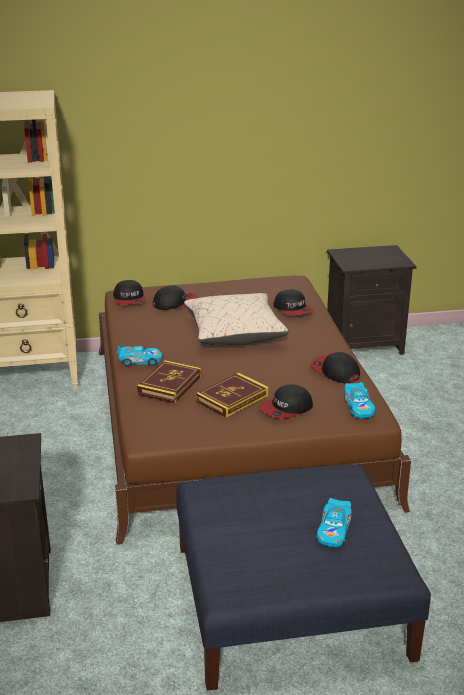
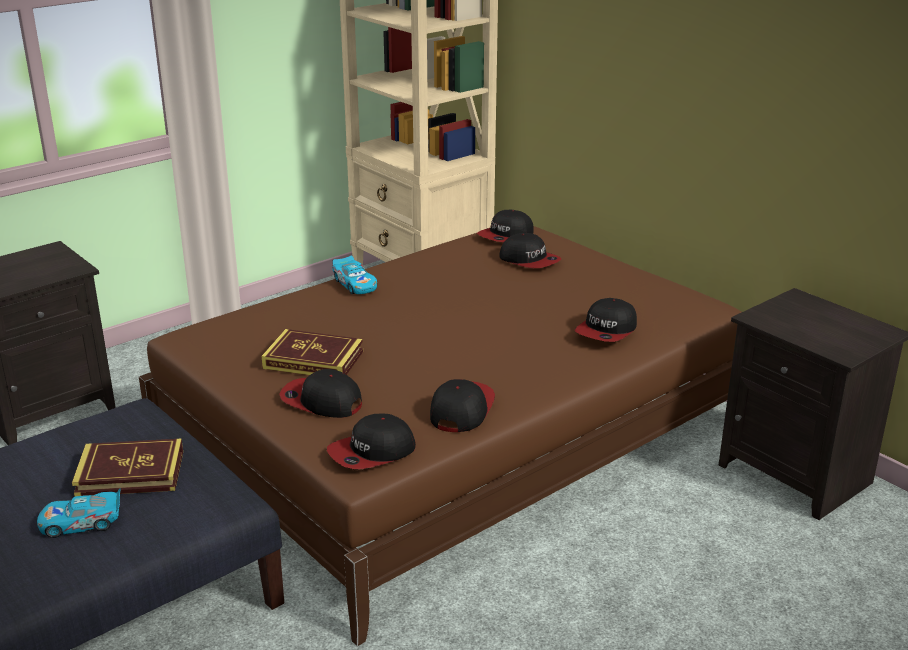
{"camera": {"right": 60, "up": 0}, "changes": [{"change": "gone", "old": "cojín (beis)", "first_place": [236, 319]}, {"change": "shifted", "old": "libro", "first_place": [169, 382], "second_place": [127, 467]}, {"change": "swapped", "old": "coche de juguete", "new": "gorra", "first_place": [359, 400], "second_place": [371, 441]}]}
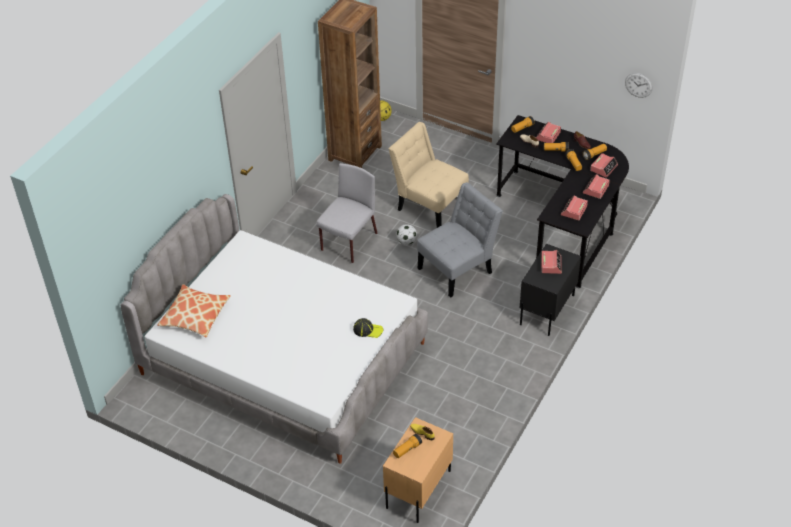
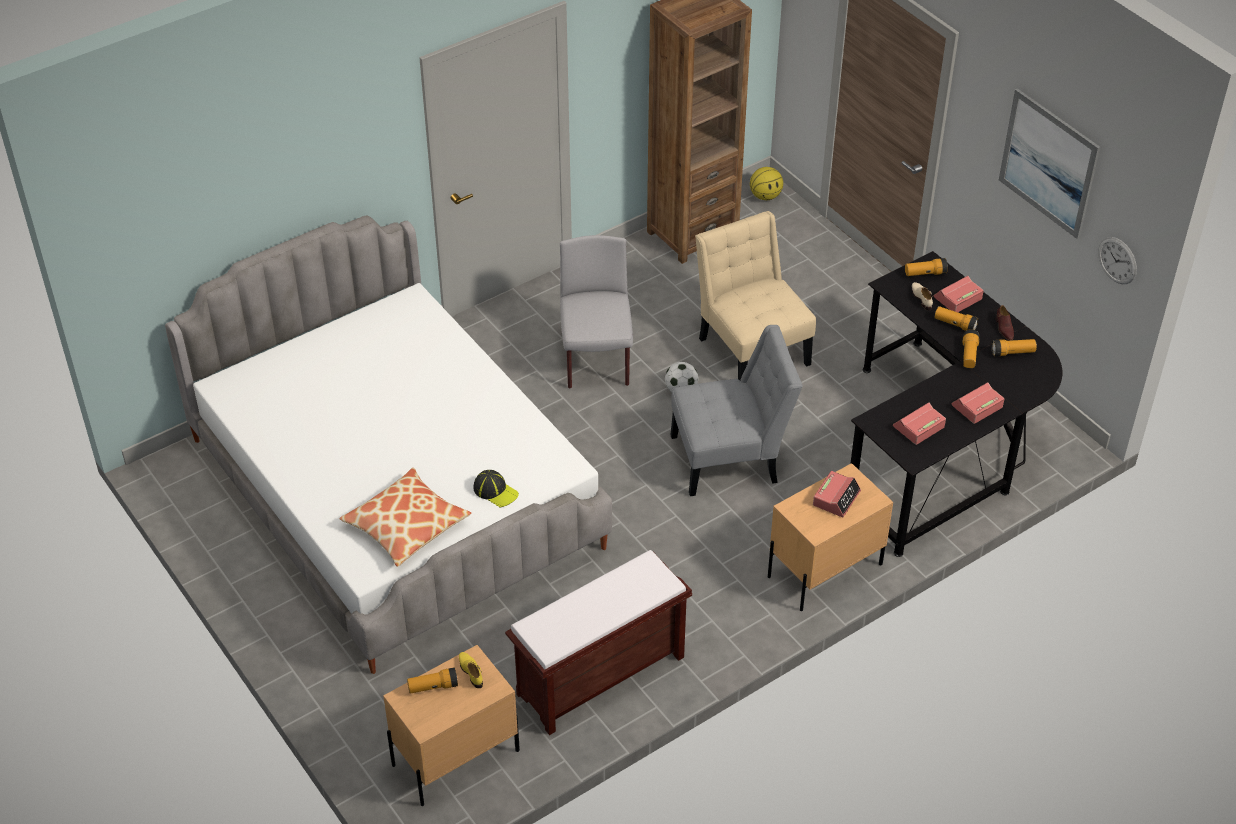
{"camera": {"right": 25, "up": 0}, "changes": [{"change": "gone", "old": "despertador", "first_place": [604, 165]}, {"change": "new", "new": "banco (marrón)", "second_place": [598, 642]}, {"change": "new", "new": "cuadro", "second_place": [1049, 163]}, {"change": "shifted", "old": "cojín", "first_place": [194, 310], "second_place": [406, 517]}, {"change": "repainted", "old": "mesita de noche (negro)", "new": "mesita de noche (beis)", "first_place": [550, 290], "second_place": [830, 537]}, {"change": "rotated", "old": "silla (gris)", "first_place": [346, 213], "second_place": [596, 312], "degrees": -60}]}
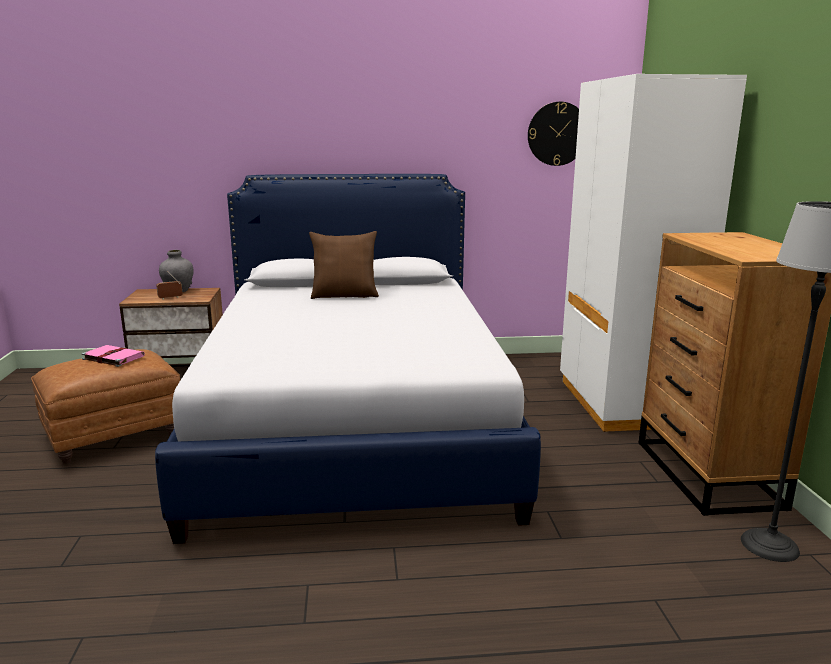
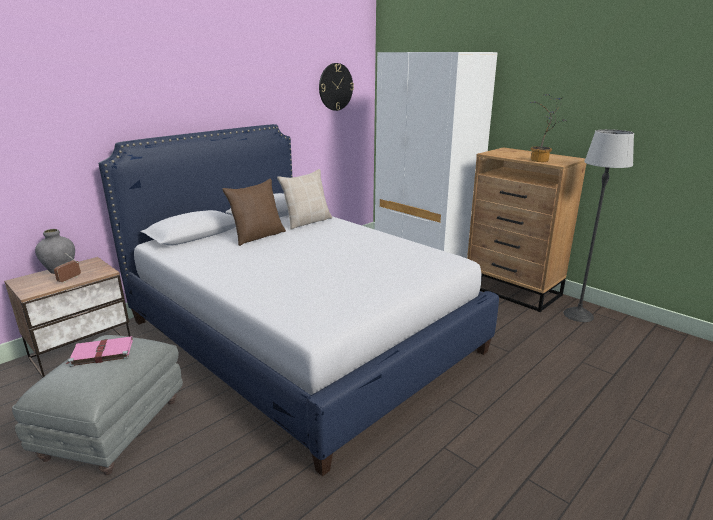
{"camera": {"right": -40, "up": 5}, "changes": [{"change": "new", "new": "cojín (beis)", "second_place": [304, 199]}, {"change": "new", "new": "planta en maceta", "second_place": [549, 128]}, {"change": "repainted", "old": "puf (marrón)", "new": "puf (gris)", "first_place": [105, 406], "second_place": [97, 405]}]}
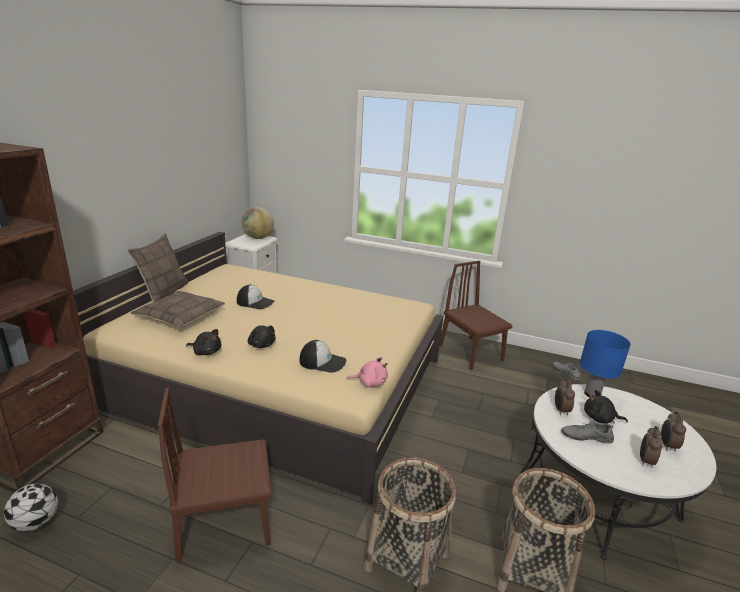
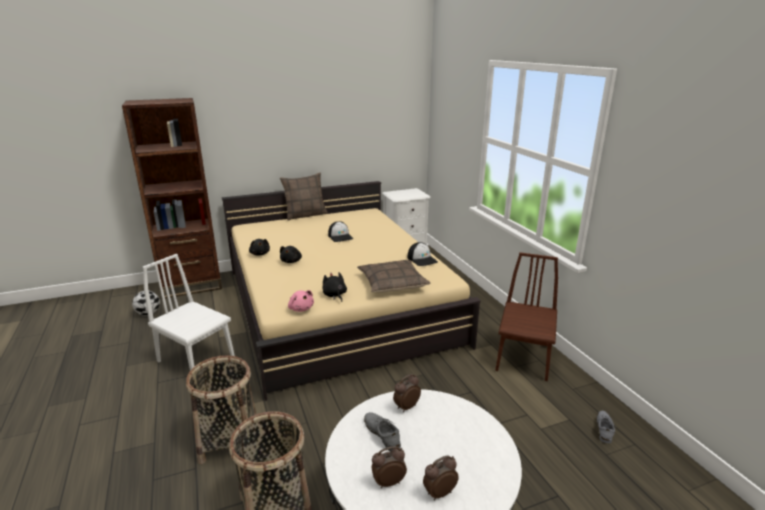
{"camera": {"right": 50, "up": 0}, "changes": [{"change": "gone", "old": "globo terráqueo", "first_place": [258, 223]}, {"change": "gone", "old": "lámpara de mesa (azul)", "first_place": [605, 363]}, {"change": "shifted", "old": "cojín", "first_place": [178, 309], "second_place": [393, 276]}, {"change": "shifted", "old": "gorra", "first_place": [322, 356], "second_place": [423, 254]}, {"change": "shifted", "old": "peluche (negro)", "first_place": [606, 407], "second_place": [334, 287]}, {"change": "repainted", "old": "silla (marrón)", "new": "silla (blanco)", "first_place": [215, 475], "second_place": [189, 312]}]}
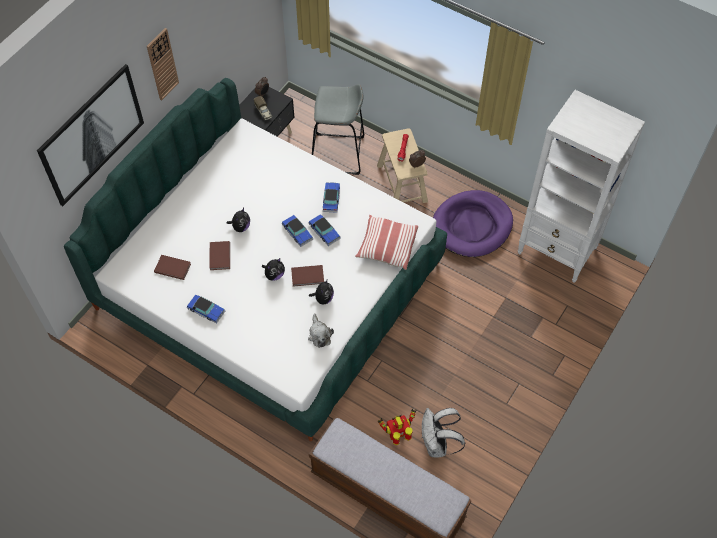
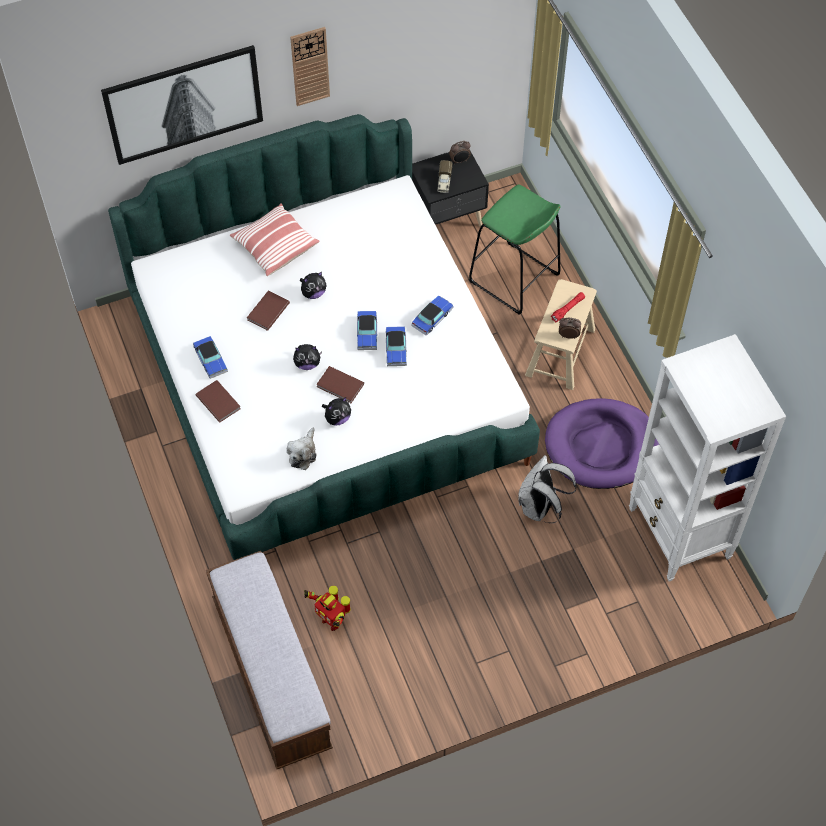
{"camera": {"right": 35, "up": 0}, "changes": [{"change": "shifted", "old": "libro (marrón)", "first_place": [172, 267], "second_place": [218, 401]}, {"change": "shifted", "old": "cojín", "first_place": [386, 242], "second_place": [274, 239]}, {"change": "shifted", "old": "mochila (blanco)", "first_place": [443, 432], "second_place": [547, 489]}, {"change": "repainted", "old": "taburete (gris)", "new": "taburete (verde)", "first_place": [338, 129], "second_place": [515, 249]}, {"change": "rotated", "old": "robot de juguete", "first_place": [397, 426], "second_place": [327, 608], "degrees": -150}]}
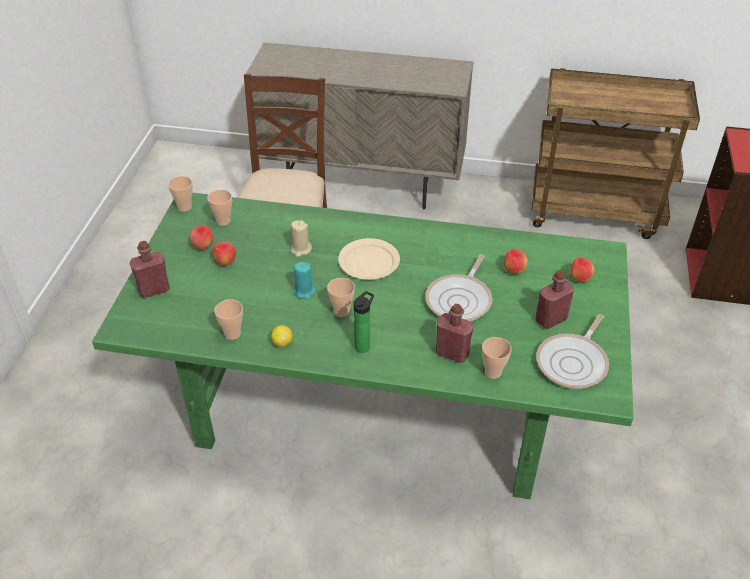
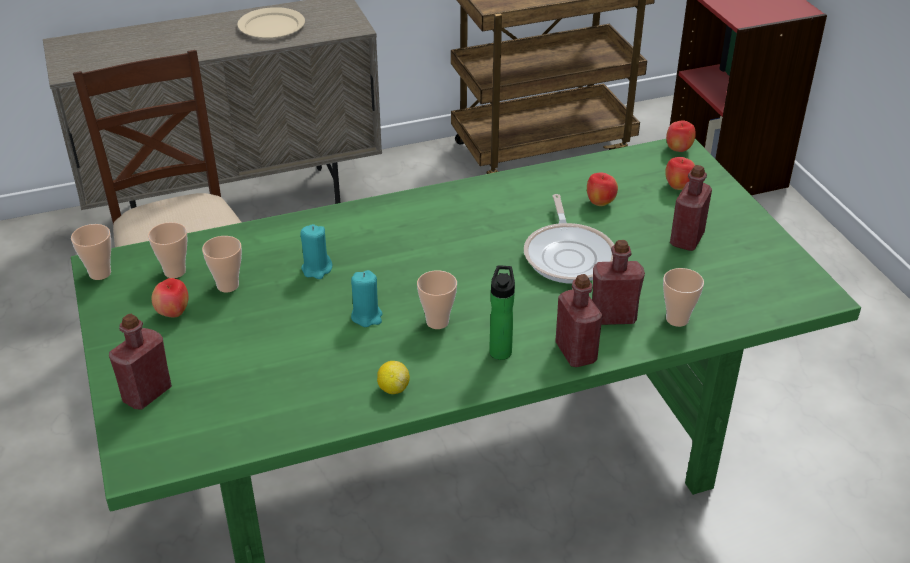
{"camera": {"right": -30, "up": -5}, "changes": [{"change": "gone", "old": "sartén", "first_place": [572, 351]}, {"change": "new", "new": "botella (rojo)", "second_place": [578, 320]}, {"change": "shifted", "old": "manzana", "first_place": [224, 254], "second_place": [681, 136]}, {"change": "shifted", "old": "taza", "first_place": [228, 320], "second_place": [222, 264]}, {"change": "shifted", "old": "plato (beis)", "first_place": [369, 259], "second_place": [271, 23]}, {"change": "repainted", "old": "vela (beis)", "new": "vela (turquesa)", "first_place": [301, 239], "second_place": [316, 251]}]}
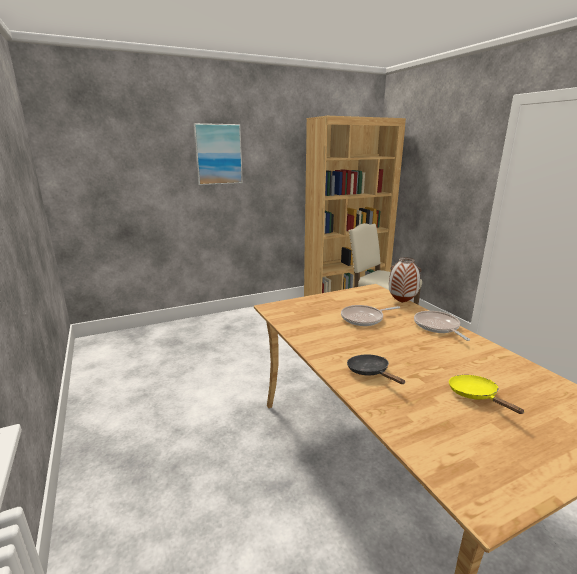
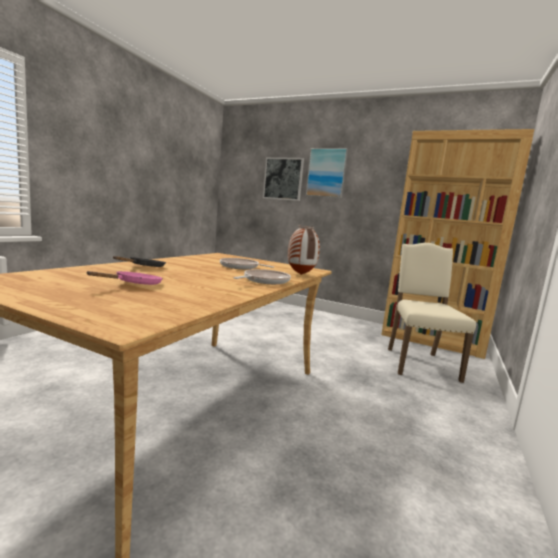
{"camera": {"right": 50, "up": -10}, "changes": [{"change": "new", "new": "cuadro", "second_place": [283, 179]}, {"change": "repainted", "old": "sartén (amarillo)", "new": "sartén (rosa)", "first_place": [486, 394], "second_place": [124, 278]}]}
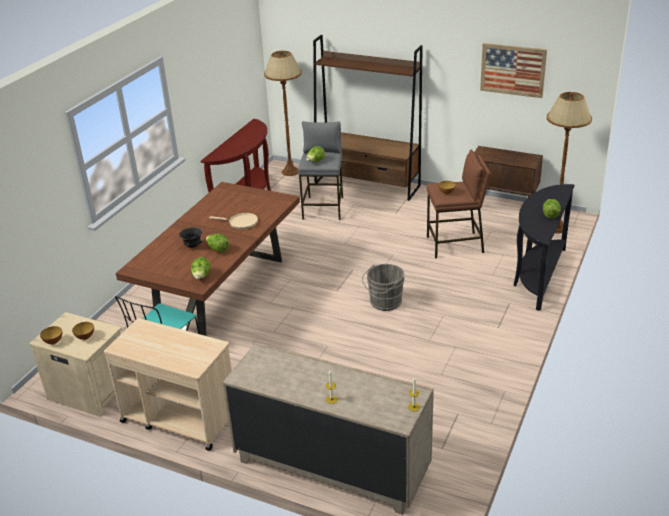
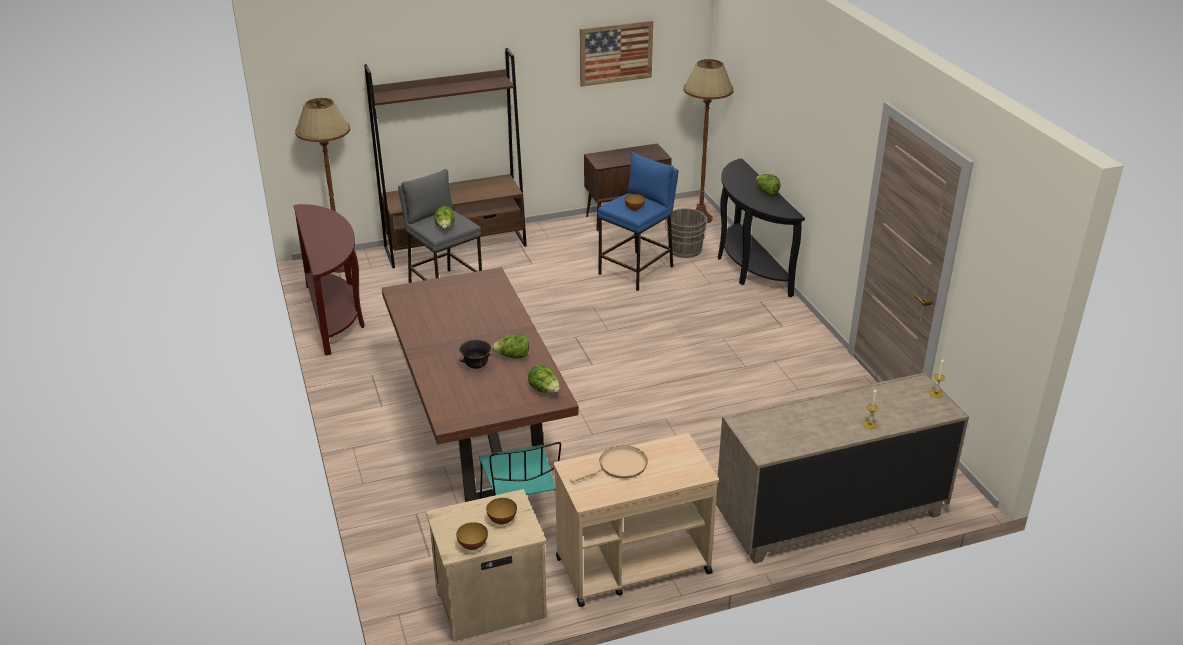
{"camera": {"right": -45, "up": 0}, "changes": [{"change": "shifted", "old": "sartén (beis)", "first_place": [233, 221], "second_place": [609, 464]}, {"change": "shifted", "old": "cubo (gris)", "first_place": [383, 287], "second_place": [686, 233]}, {"change": "repainted", "old": "taburete (marrón)", "new": "taburete (azul)", "first_place": [459, 203], "second_place": [638, 221]}]}
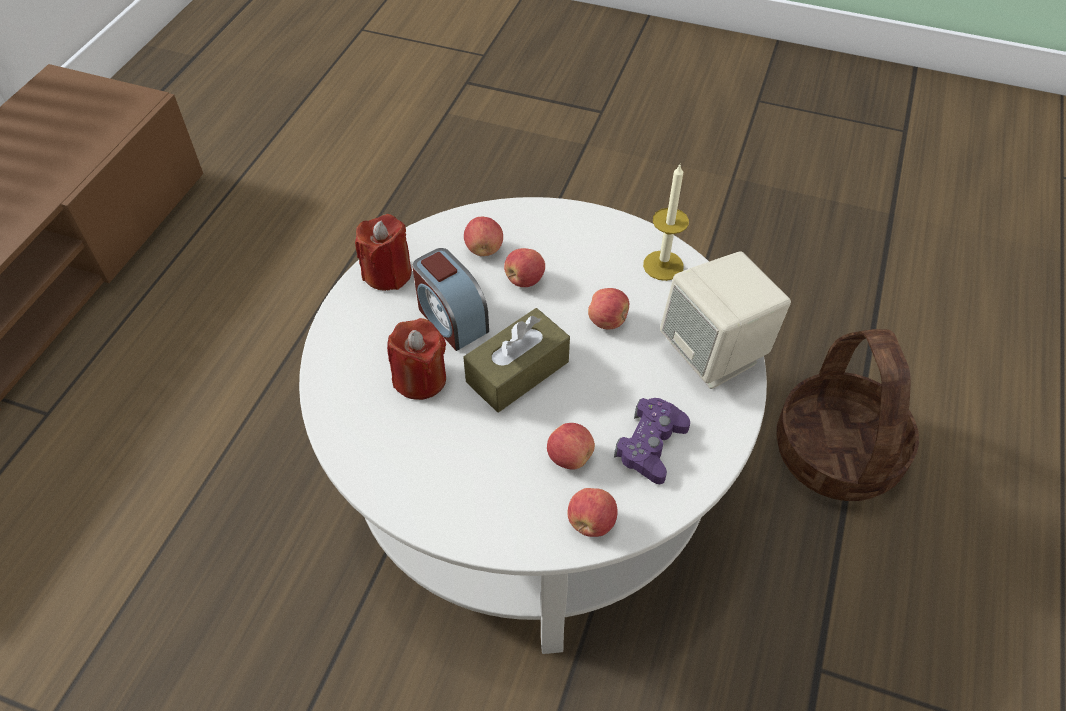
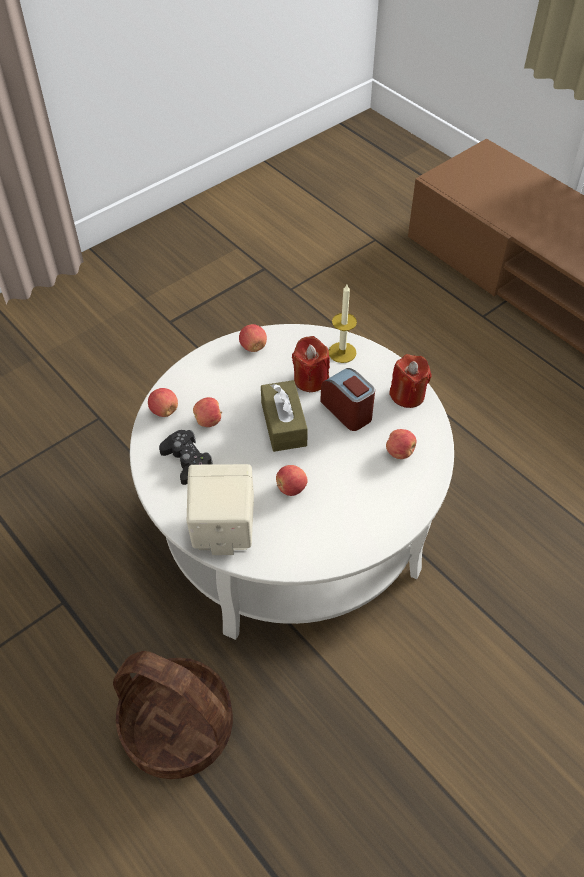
{"camera": {"right": 120, "up": 0}, "changes": [{"change": "shifted", "old": "manzana", "first_place": [524, 267], "second_place": [253, 338]}, {"change": "shifted", "old": "vela", "first_place": [666, 223], "second_place": [343, 324]}, {"change": "repainted", "old": "mando de consola (morado)", "new": "mando de consola (negro)", "first_place": [652, 441], "second_place": [186, 457]}, {"change": "rotated", "old": "despertador", "first_place": [450, 299], "second_place": [347, 399], "degrees": 60}]}
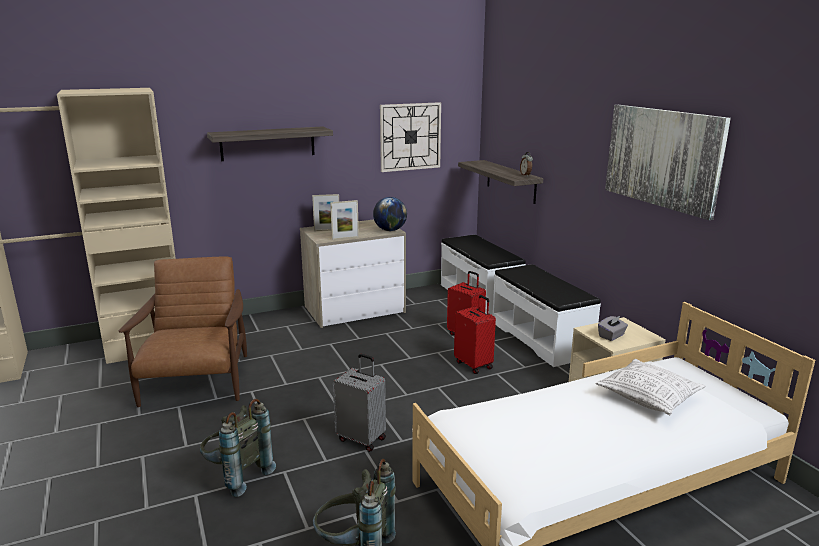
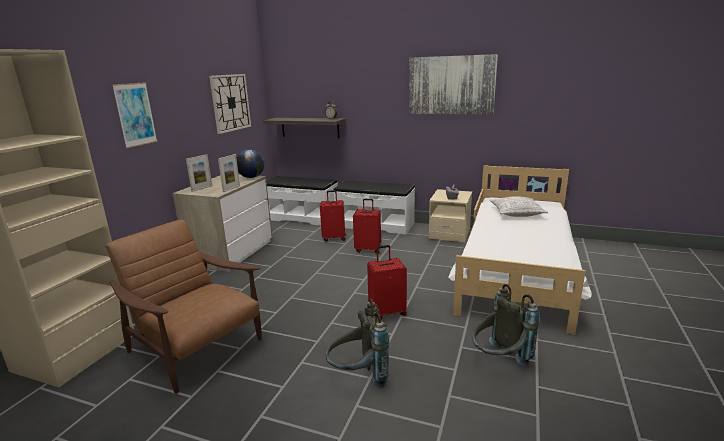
{"camera": {"right": -45, "up": 0}, "changes": [{"change": "swapped", "old": "estante", "new": "cuadro", "first_place": [270, 143], "second_place": [135, 115]}, {"change": "repainted", "old": "maleta (gris)", "new": "maleta (rojo)", "first_place": [359, 403], "second_place": [387, 282]}]}
